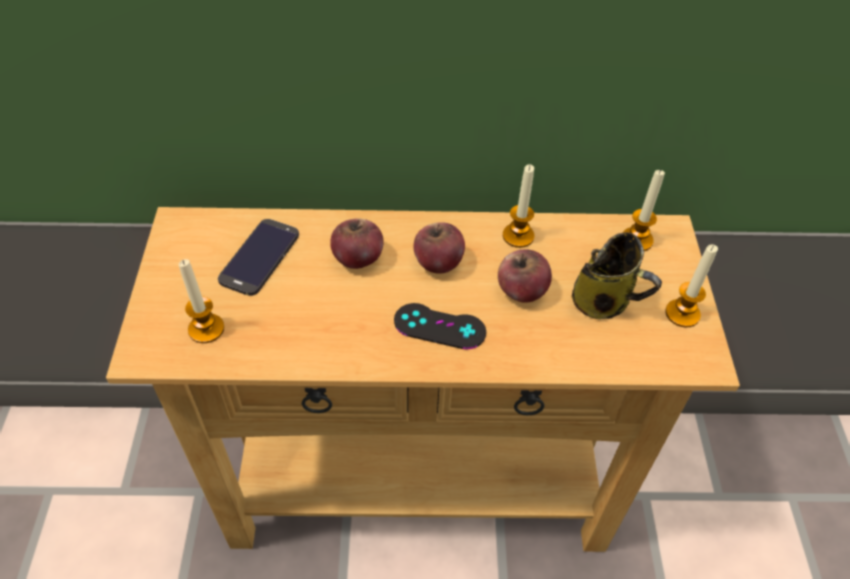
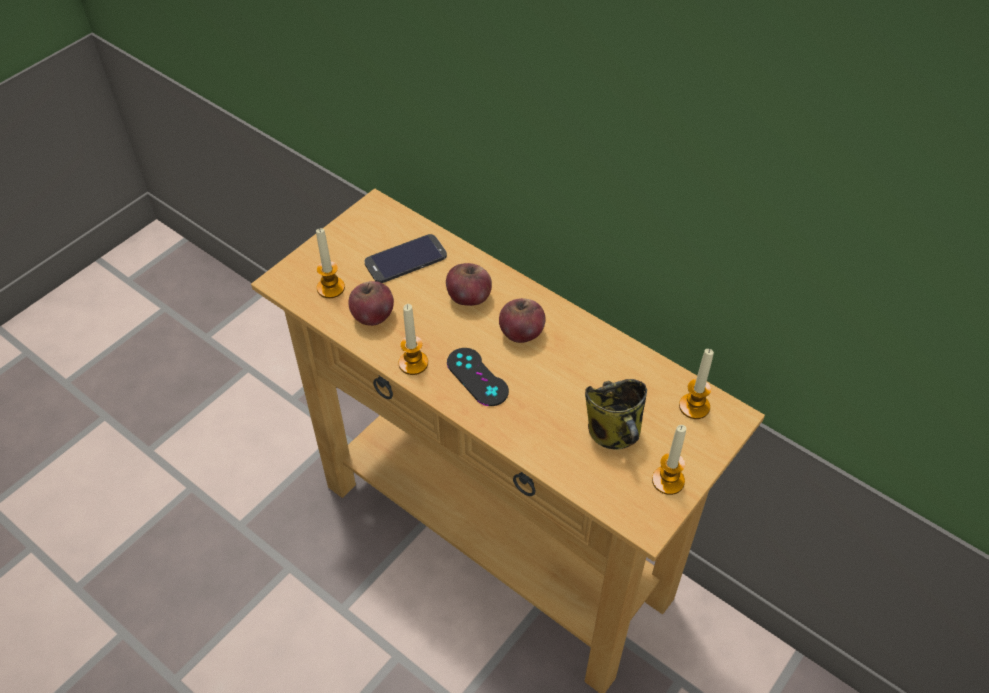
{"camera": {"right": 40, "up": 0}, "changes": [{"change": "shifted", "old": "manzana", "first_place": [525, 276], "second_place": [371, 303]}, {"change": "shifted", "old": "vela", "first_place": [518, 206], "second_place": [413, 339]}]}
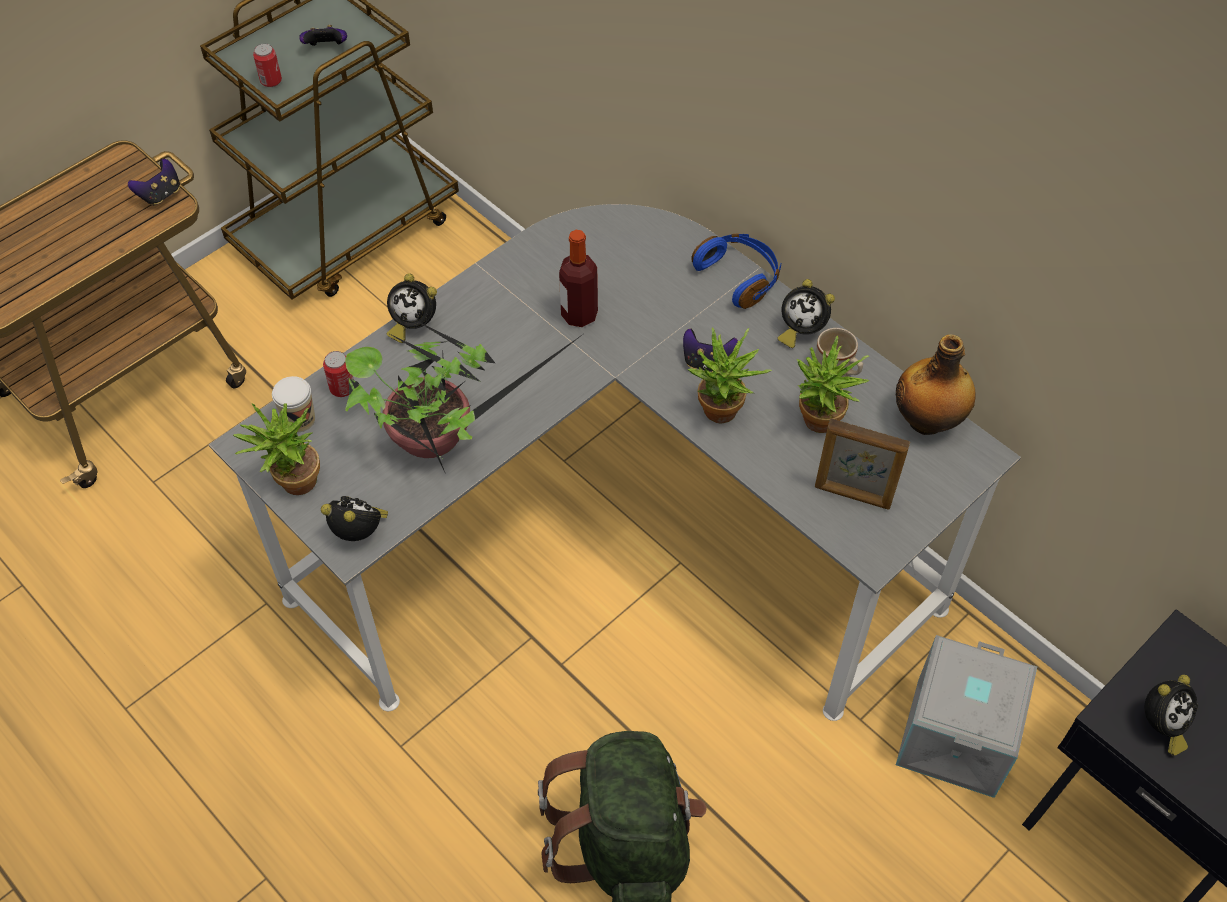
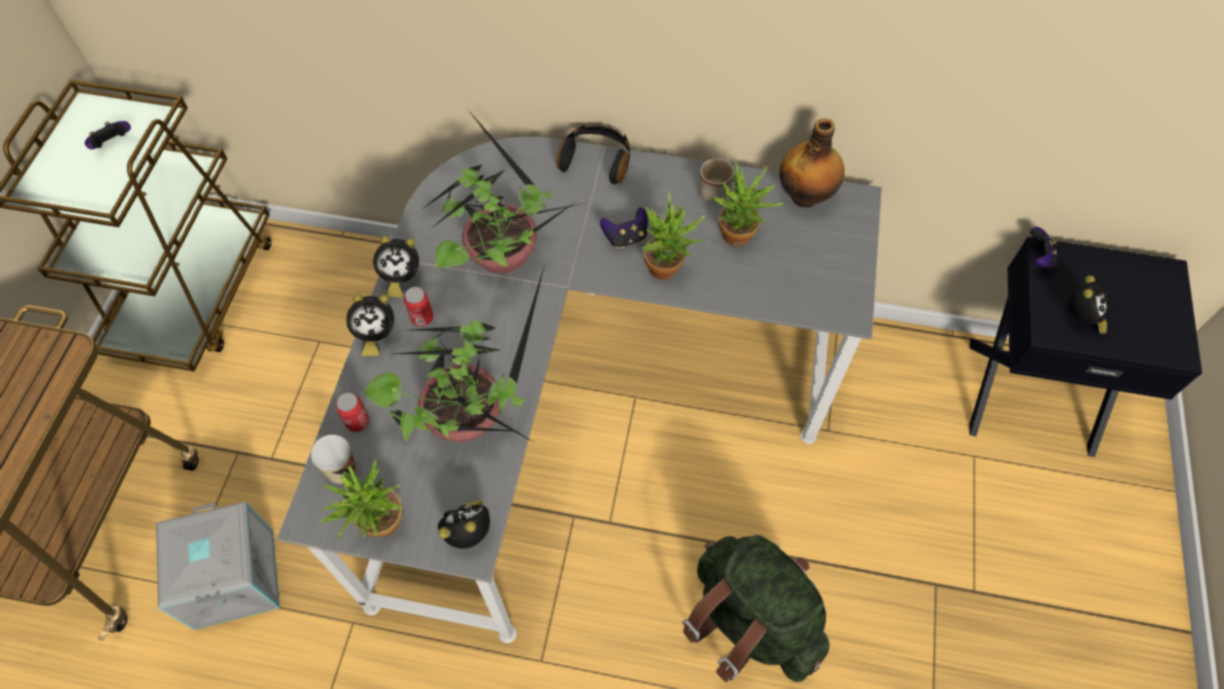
{"camera": {"right": -35, "up": 5}, "changes": [{"change": "gone", "old": "portarretratos", "first_place": [862, 464]}, {"change": "shifted", "old": "mando de consola", "first_place": [154, 182], "second_place": [1044, 249]}, {"change": "shifted", "old": "lata", "first_place": [267, 65], "second_place": [418, 306]}, {"change": "shifted", "old": "despertador", "first_place": [806, 313], "second_place": [396, 267]}, {"change": "shifted", "old": "caja de almacenaje (gris)", "first_place": [966, 716], "second_place": [218, 565]}, {"change": "swapped", "old": "botella", "new": "planta en maceta", "first_place": [578, 278], "second_place": [505, 192]}, {"change": "repainted", "old": "auriculares (azul)", "new": "auriculares (negro)", "first_place": [736, 271], "second_place": [593, 154]}]}
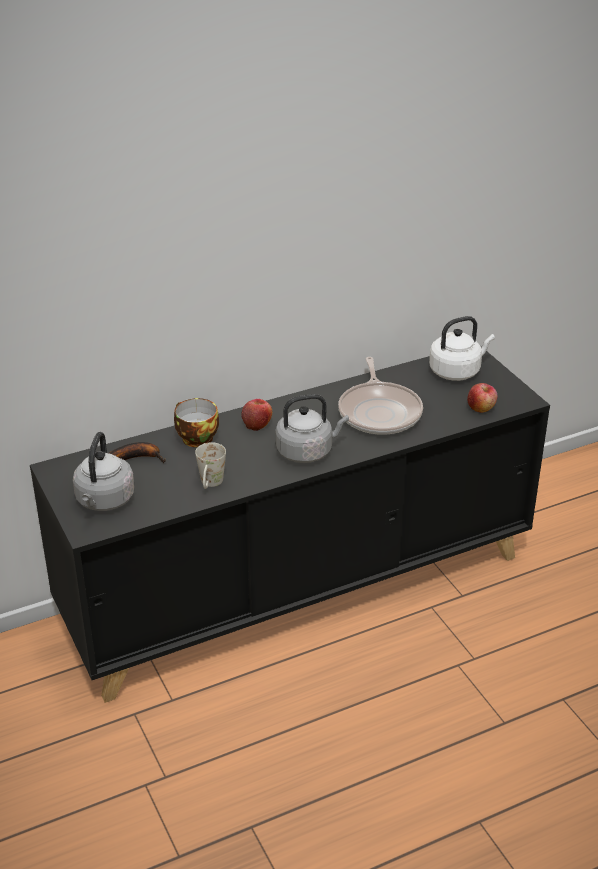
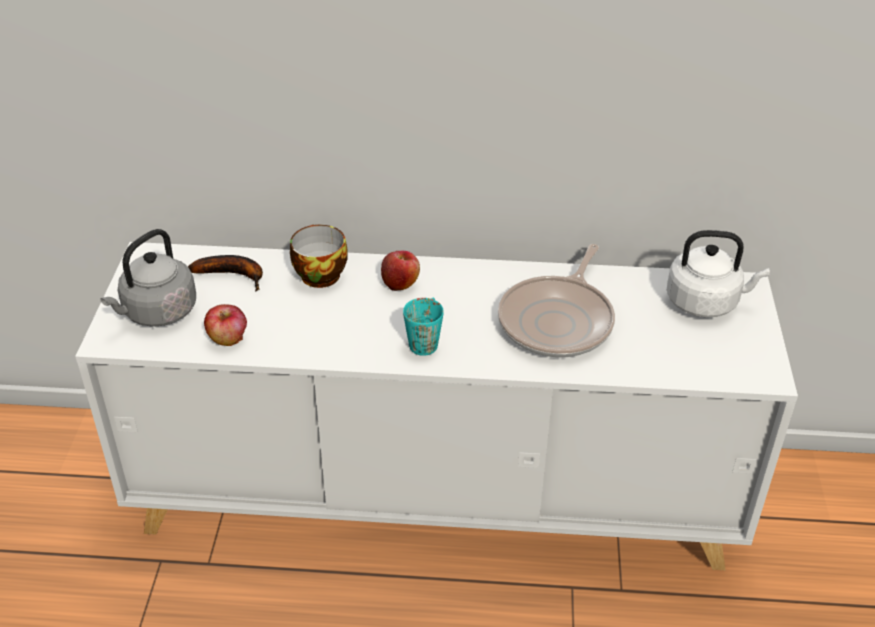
{"camera": {"right": 30, "up": 5}, "changes": [{"change": "gone", "old": "taza grande (blanco)", "first_place": [210, 465]}, {"change": "shifted", "old": "manzana", "first_place": [482, 398], "second_place": [225, 325]}, {"change": "swapped", "old": "hervidor (gris)", "new": "taza grande (turquesa)", "first_place": [312, 428], "second_place": [423, 327]}, {"change": "repainted", "old": "armario (negro)", "new": "armario (blanco)", "first_place": [290, 525], "second_place": [436, 406]}]}
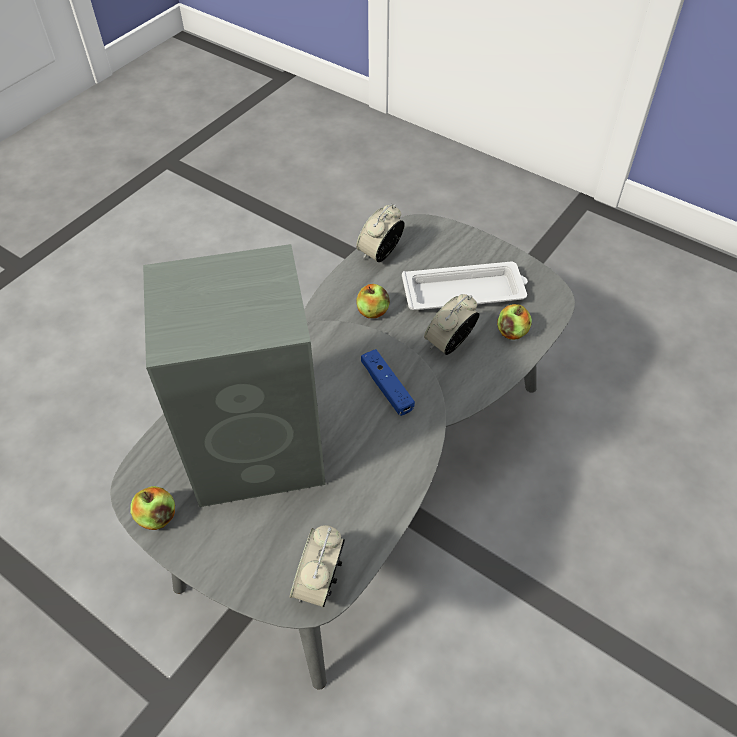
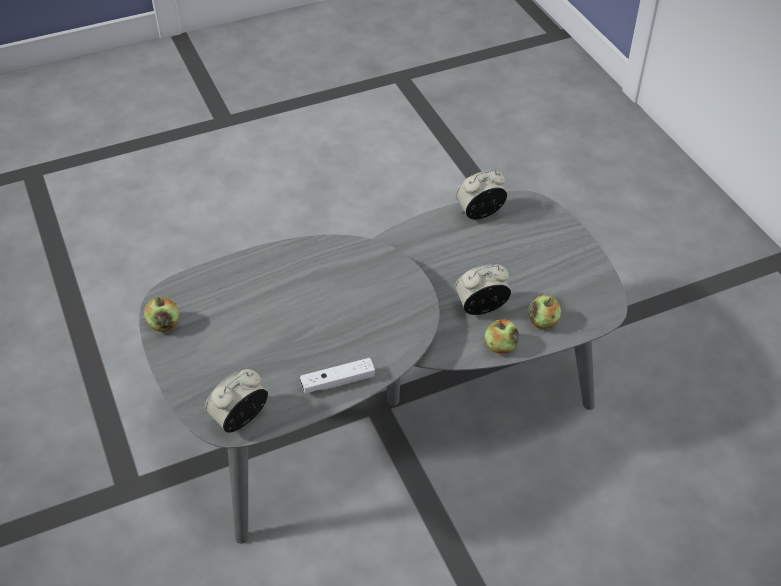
{"camera": {"right": 30, "up": -5}, "changes": [{"change": "gone", "old": "altavoz (gris)", "first_place": [234, 375]}, {"change": "gone", "old": "mando de consola (azul)", "first_place": [388, 382]}, {"change": "gone", "old": "bandeja (blanco)", "first_place": [465, 286]}, {"change": "new", "new": "mando de consola (blanco)", "second_place": [337, 376]}, {"change": "shifted", "old": "manzana", "first_place": [373, 301], "second_place": [502, 336]}]}
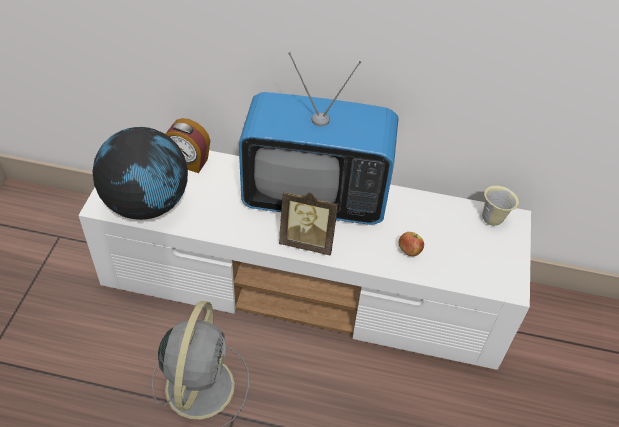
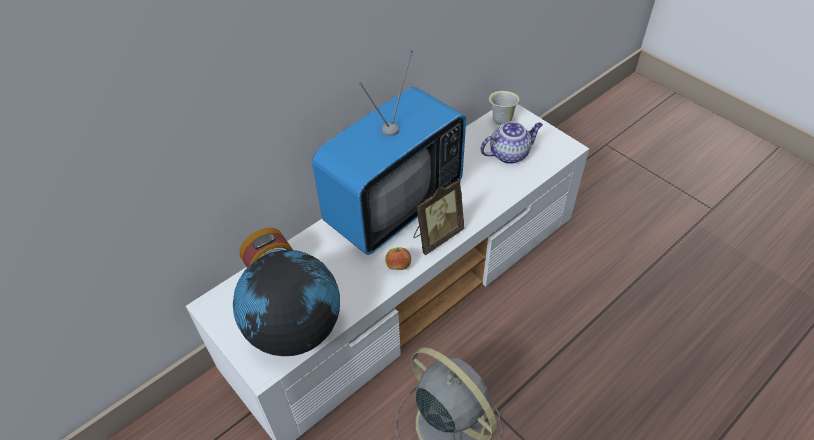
{"camera": {"right": -50, "up": 0}, "changes": [{"change": "new", "new": "tetera", "second_place": [511, 142]}, {"change": "shifted", "old": "manzana", "first_place": [411, 244], "second_place": [398, 258]}]}
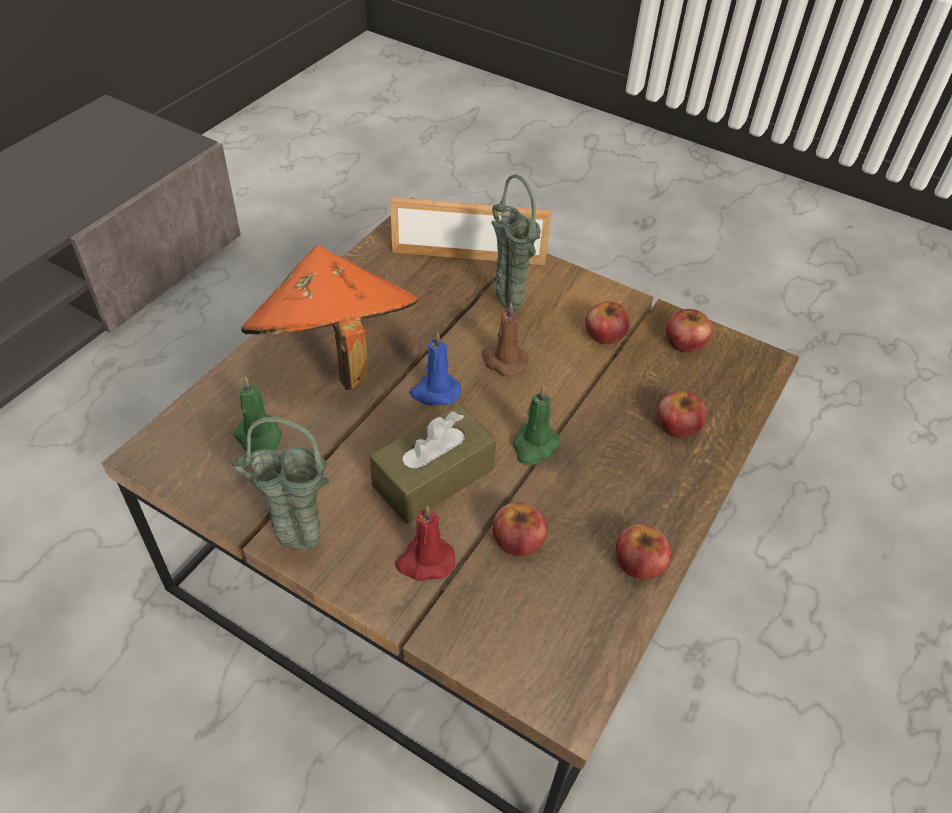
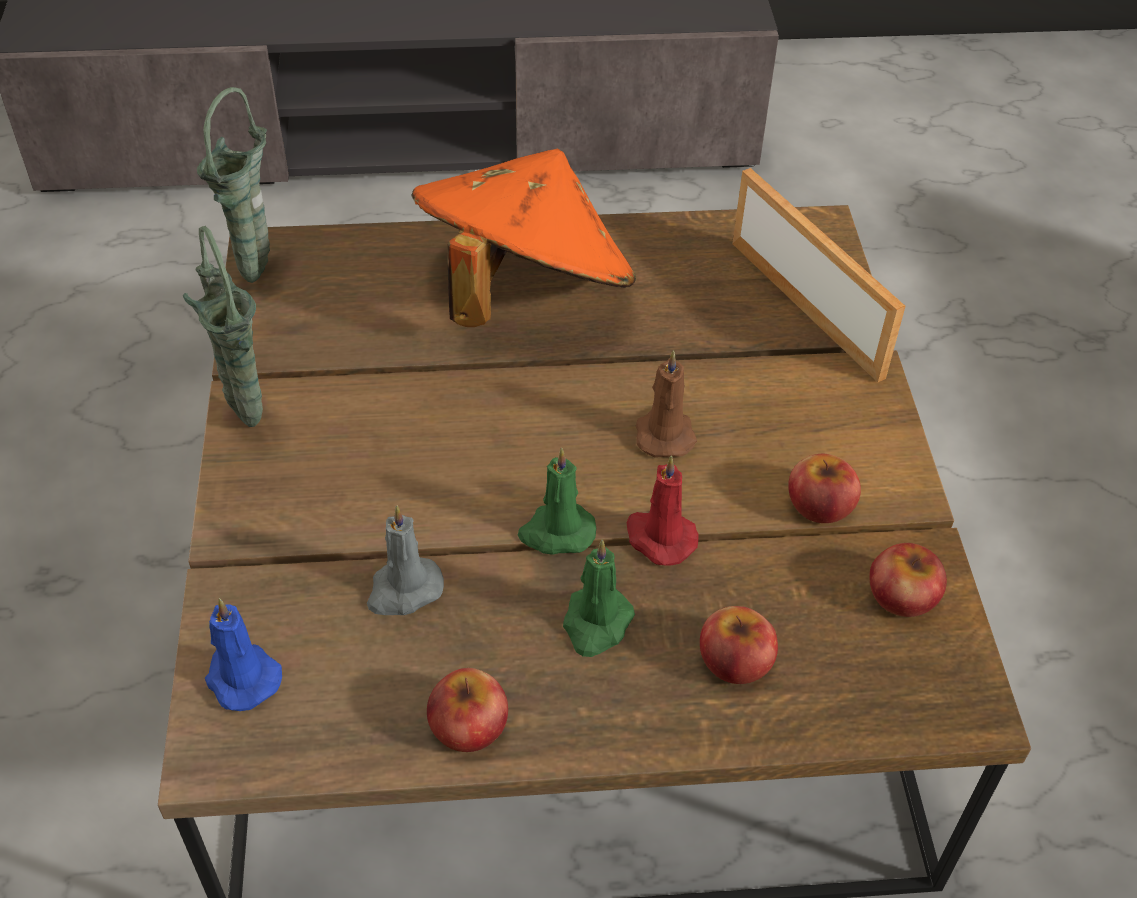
{"camera": {"right": 55, "up": 0}, "changes": [{"change": "gone", "old": "caja de pañuelos (marrón)", "first_place": [433, 464]}, {"change": "shifted", "old": "vela (verde)", "first_place": [257, 414], "second_place": [599, 598]}, {"change": "shifted", "old": "vela (rojo)", "first_place": [425, 543], "second_place": [662, 511]}, {"change": "shifted", "old": "vela (azul)", "first_place": [435, 368], "second_place": [243, 654]}, {"change": "shifted", "old": "florero (verde)", "first_place": [516, 243], "second_place": [233, 185]}, {"change": "swapped", "old": "manzana", "new": "vela (gris)", "first_place": [520, 529], "second_place": [405, 560]}]}
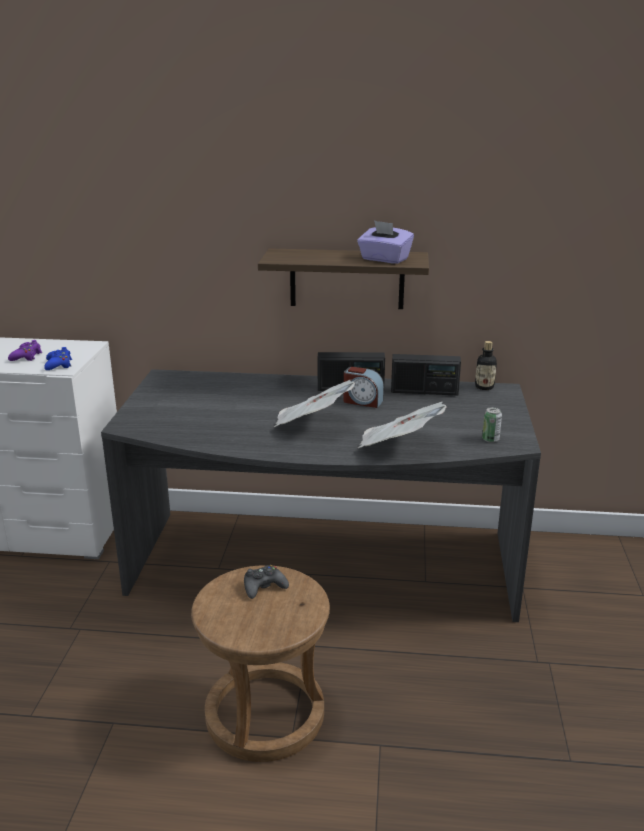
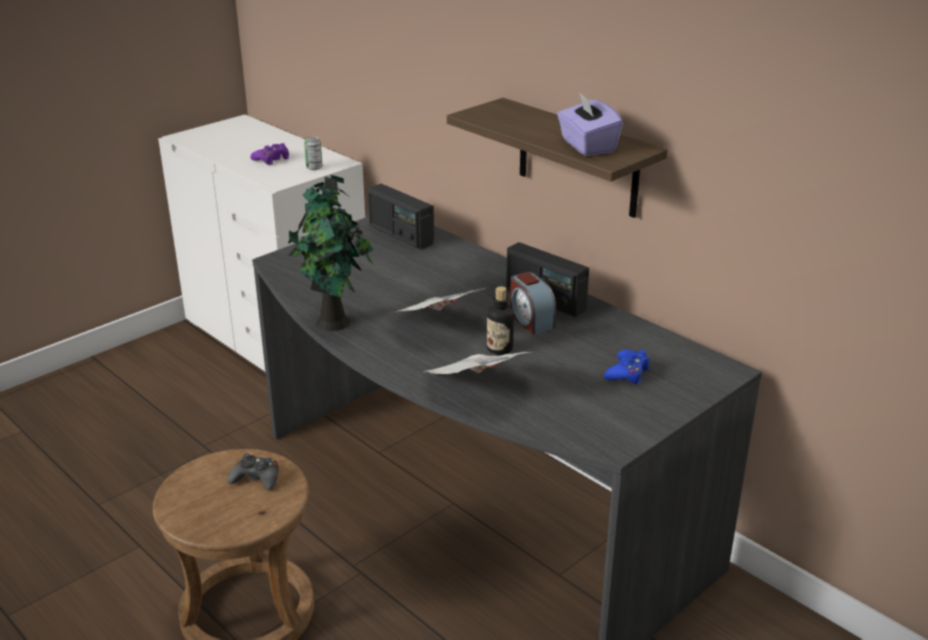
{"camera": {"right": 40, "up": 5}, "changes": [{"change": "new", "new": "planta en maceta", "second_place": [330, 253]}, {"change": "shifted", "old": "mando de consola (azul)", "first_place": [58, 358], "second_place": [627, 367]}, {"change": "shifted", "old": "radio", "first_place": [426, 375], "second_place": [401, 217]}, {"change": "shifted", "old": "botella", "first_place": [486, 365], "second_place": [500, 320]}, {"change": "shifted", "old": "lata", "first_place": [492, 425], "second_place": [313, 153]}]}
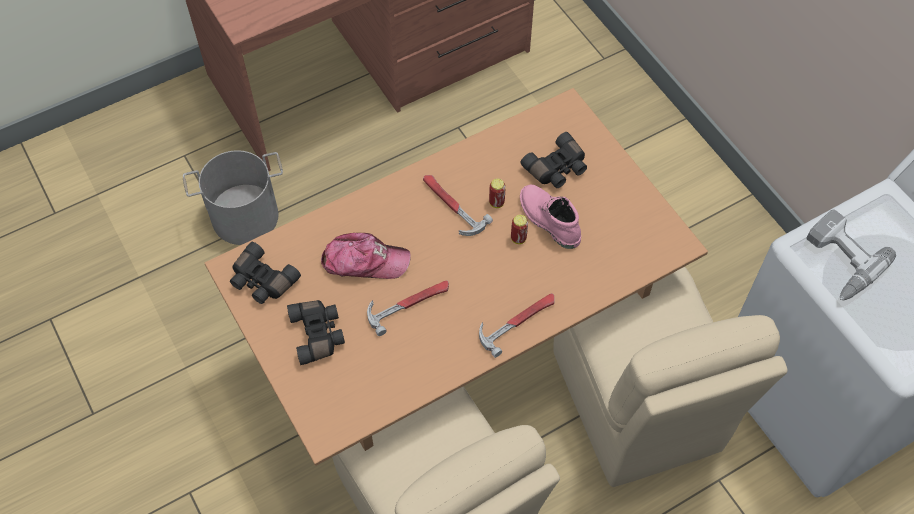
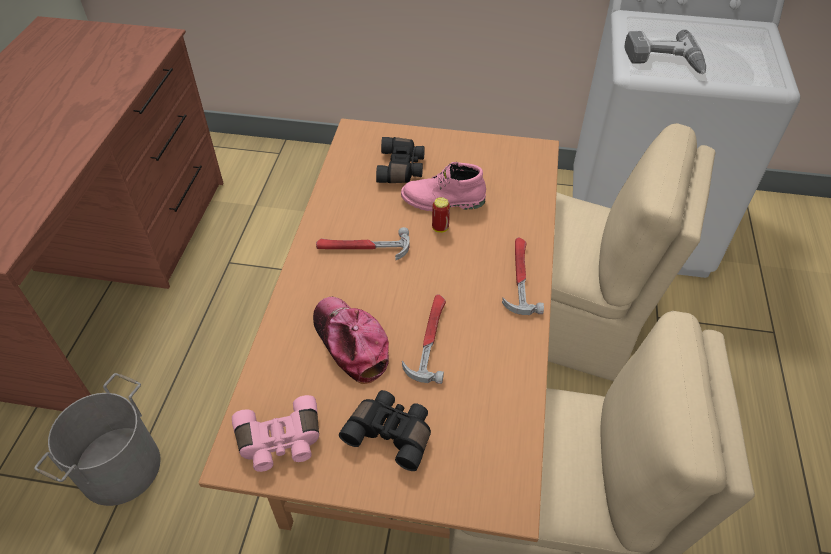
{"camera": {"right": -50, "up": -10}, "changes": [{"change": "gone", "old": "lata", "first_place": [497, 193]}, {"change": "repainted", "old": "prismáticos (negro)", "new": "prismáticos (rosa)", "first_place": [265, 273], "second_place": [275, 433]}, {"change": "rotated", "old": "gorra", "first_place": [366, 256], "second_place": [351, 340], "degrees": -75}]}
